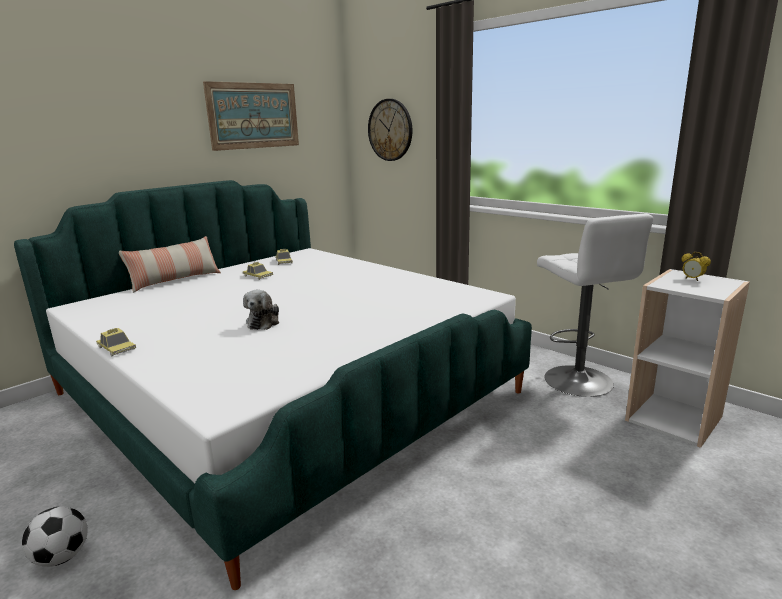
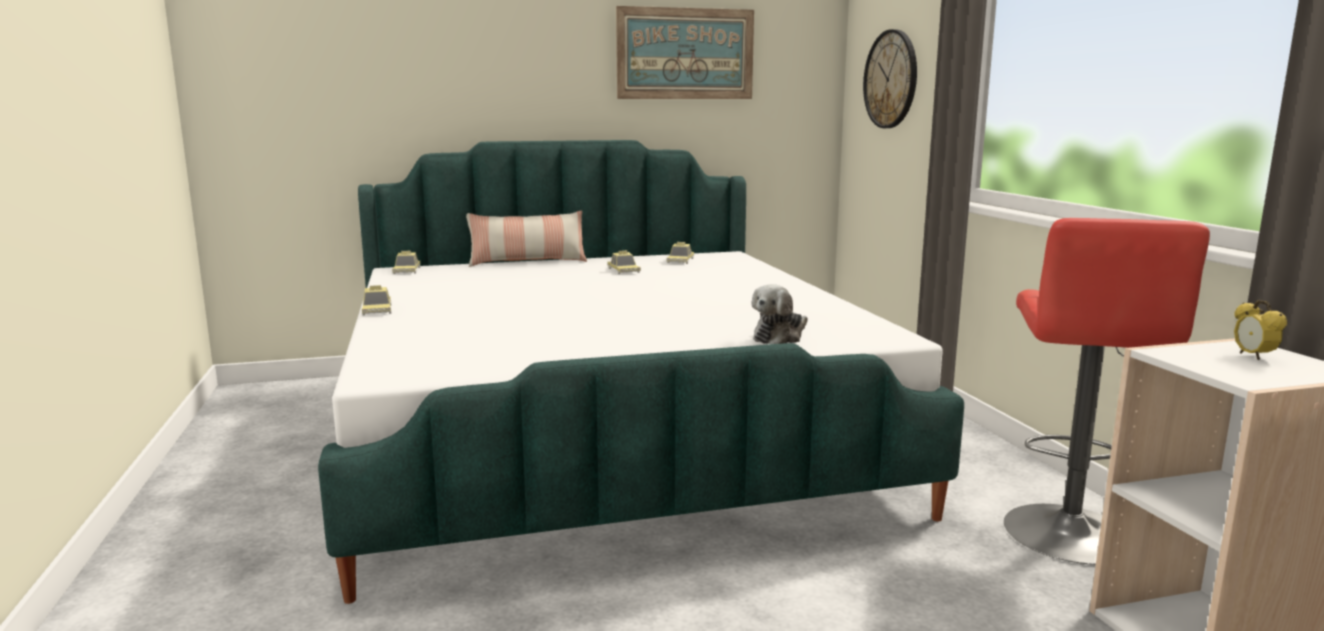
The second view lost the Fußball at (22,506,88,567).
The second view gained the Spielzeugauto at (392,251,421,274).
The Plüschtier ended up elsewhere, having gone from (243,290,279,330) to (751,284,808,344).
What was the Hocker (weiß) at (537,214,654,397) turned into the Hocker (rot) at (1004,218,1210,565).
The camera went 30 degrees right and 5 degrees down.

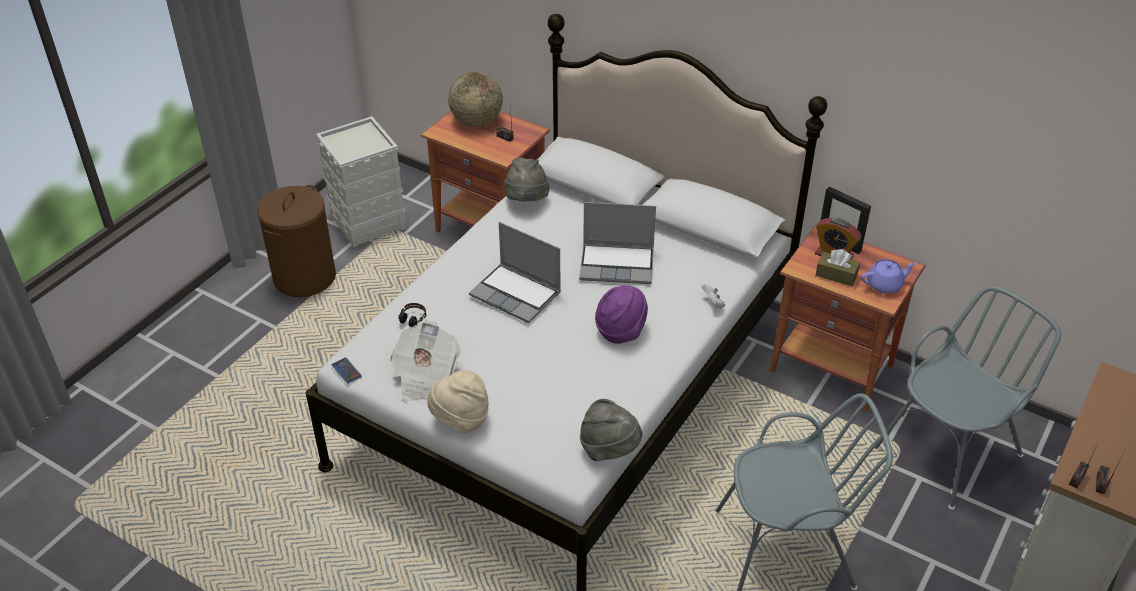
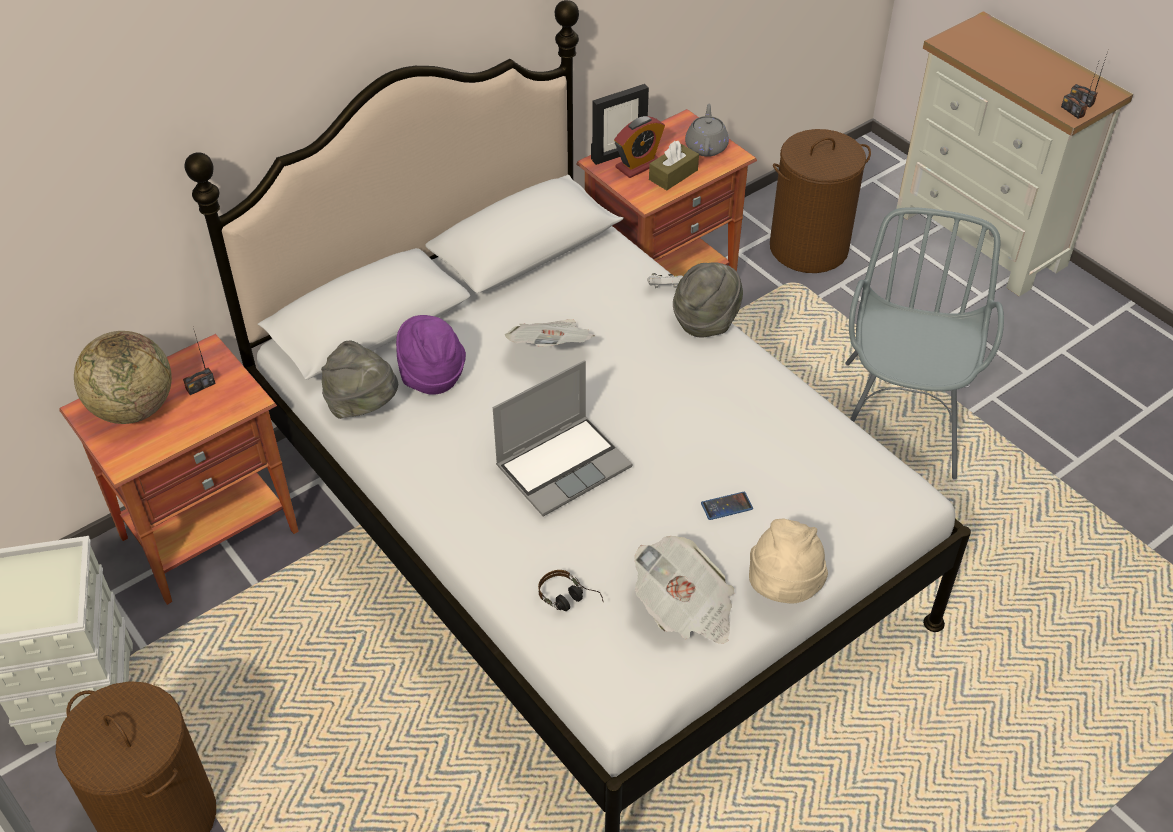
The Handy ended up elsewhere, having gone from (332,357,362,384) to (701,492,753,520).
The Hut (grau) ended up elsewhere, having gone from (580,399,642,461) to (673,262,743,338).
The Hut (lila) ended up elsewhere, having gone from (595,286,648,344) to (396,315,466,395).
Where the Laptop stood at (579,202,656,284), the Zeitung came to stand at (505,319,595,347).
Where the Stuhl (grau) stood at (875,286,1061,510), the Wäschekorb (braun) came to stand at (770,129,871,273).
What was the Teekanne (lila) at (861,259,917,293) turned into the Teekanne (grau) at (685,104,729,157).
The camera went 70 degrees left and 5 degrees up.

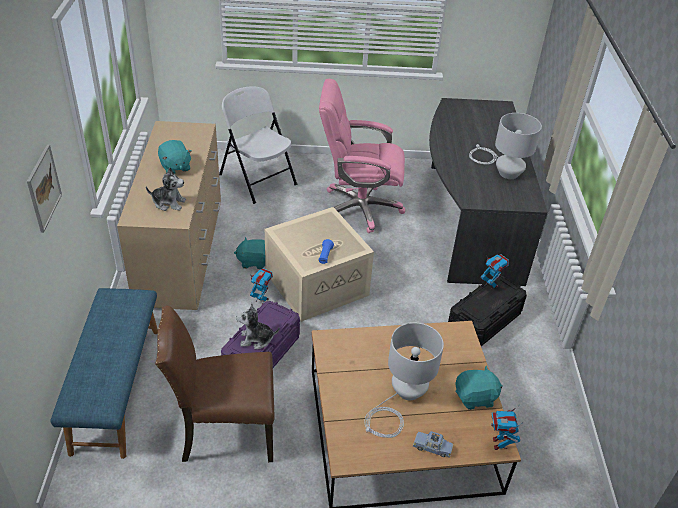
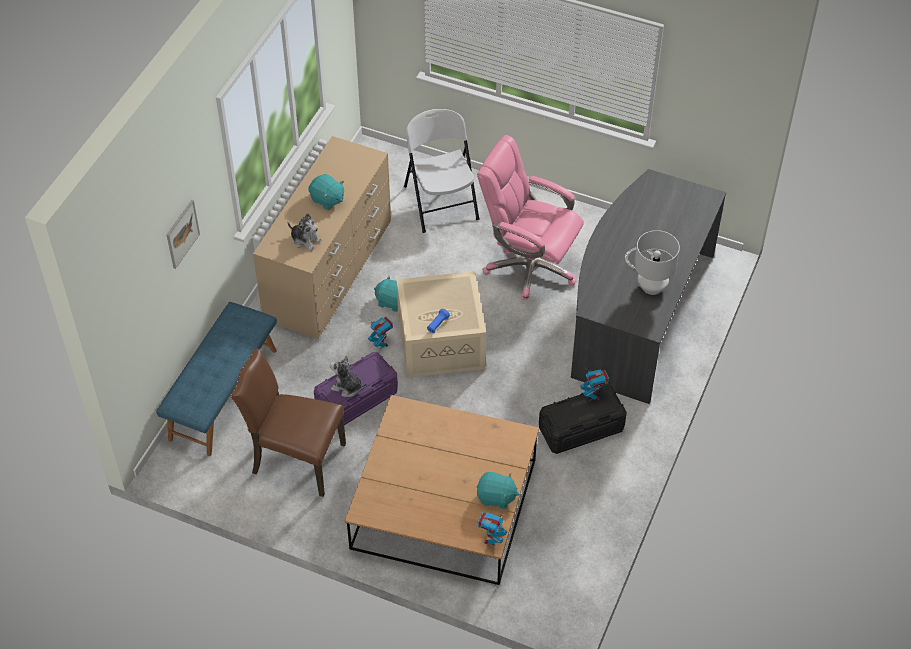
The second view lost the Tischlampe (weiß) at (364,323,444,438).
The second view lost the Spielzeugauto (blau) at (413,431,453,458).
The Plüschtier (türkis) at (158,140,192,174) ended up facing another way, 45 degrees counterclockwise from before.
The camera went 25 degrees right and 10 degrees up.

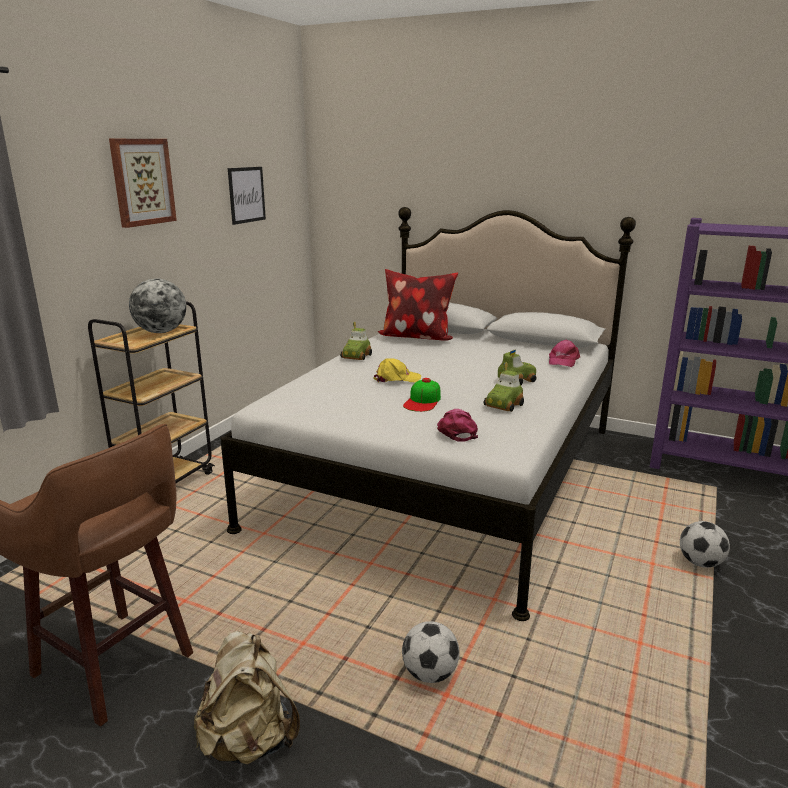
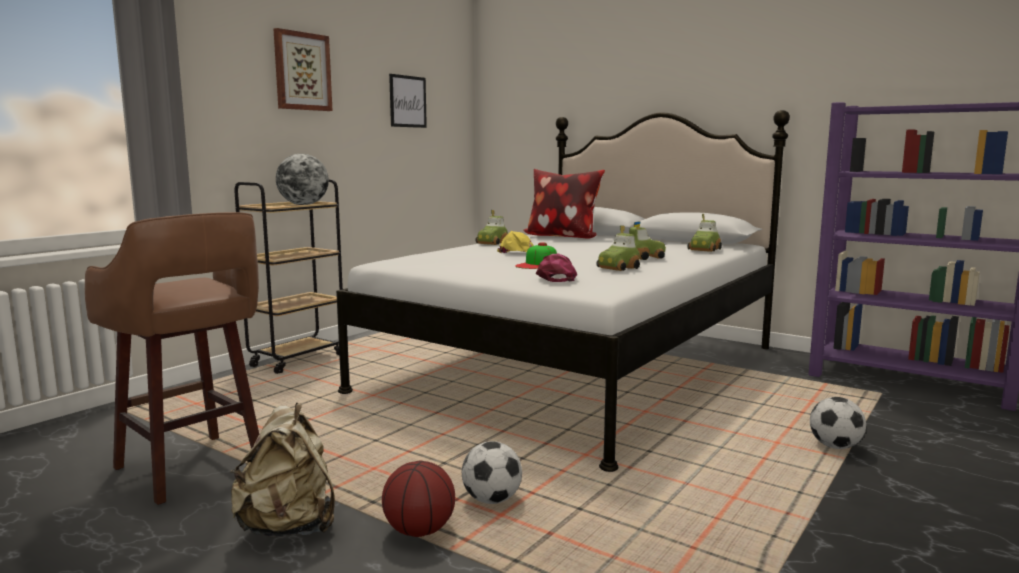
The second view gained the Basketball at (382,461,455,537).
Where the Kappe (rosa) stood at (549,340,580,367), the Spielzeugauto came to stand at (688,214,722,252).
The camera went 10 degrees right and 10 degrees down.

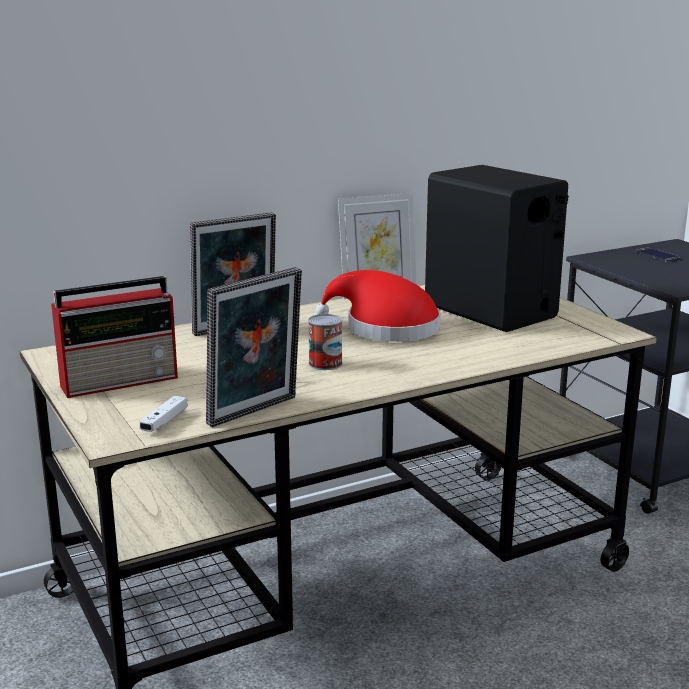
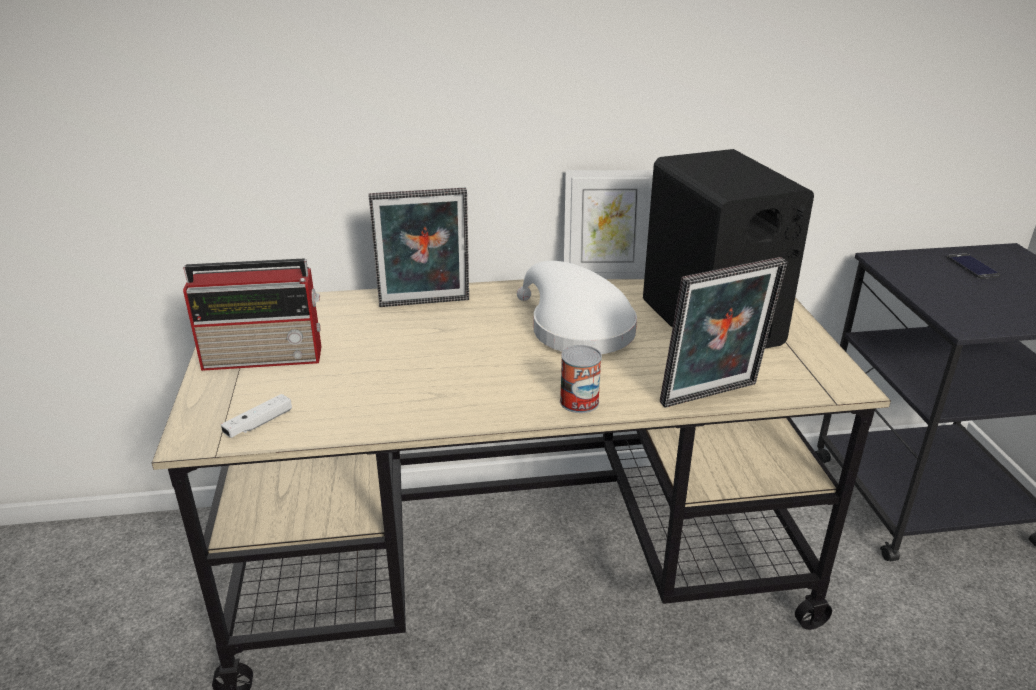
The Bilderrahmen ended up elsewhere, having gone from (206,267,302,427) to (660,257,787,408).
The Dose ended up elsewhere, having gone from (308,314,343,370) to (560,345,602,413).
What was the Hut (rot) at (316,270,441,342) turned into the Hut (weiß) at (517,261,637,354).
The camera went 20 degrees right and 10 degrees up.

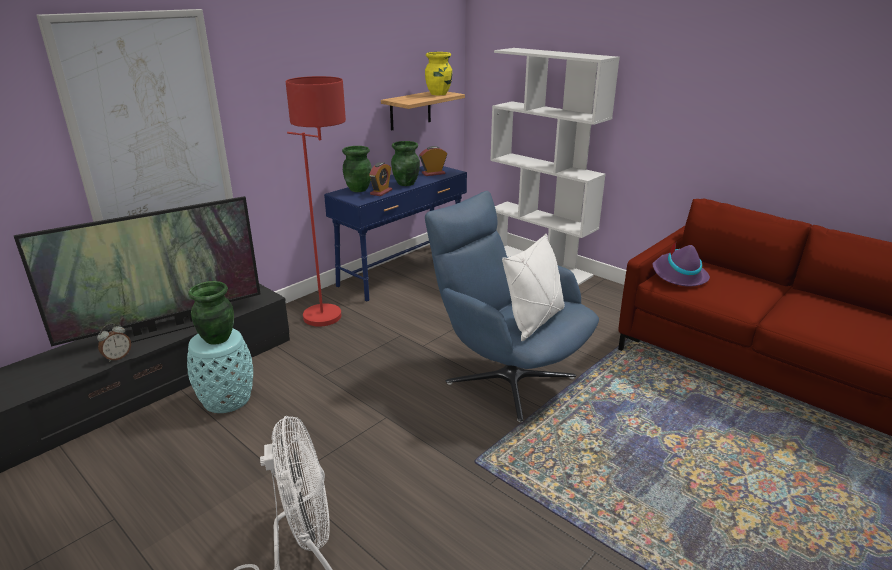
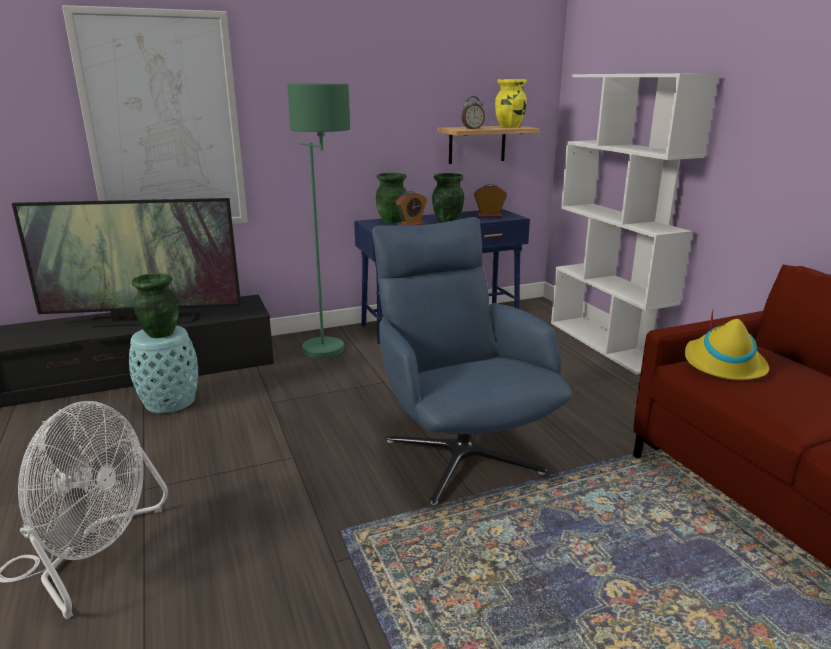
The second view lost the Kissen (weiß) at (502,234,565,341).
The Wecker ended up elsewhere, having gone from (97,324,131,362) to (462,96,485,129).
What was the Stehlampe (rot) at (286,76,346,327) turned into the Stehlampe (grün) at (287,84,350,358).
What was the Hut (lila) at (652,241,710,286) turned into the Hut (gelb) at (685,310,769,380).
The camera went 25 degrees right and 5 degrees down.

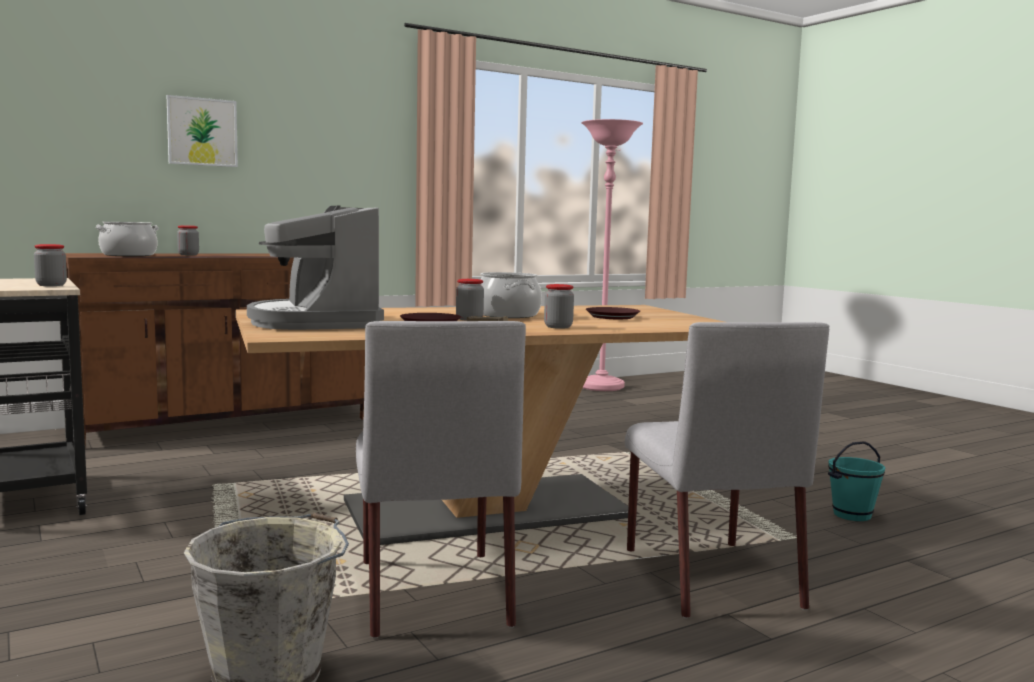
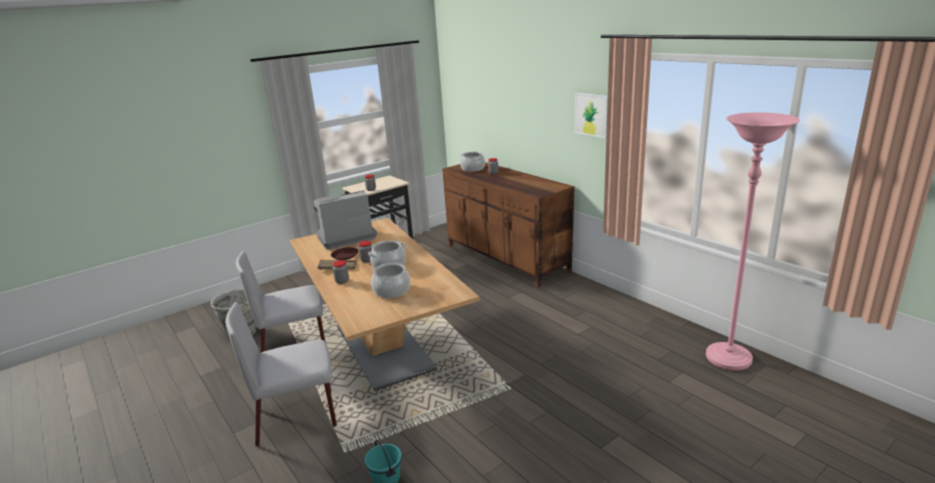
The Bild ended up elsewhere, having gone from (166,95,238,167) to (575,93,608,138).
Where the Teller (braun) stood at (586,307,640,319), the Kochtopf came to stand at (371,263,410,298).
The camera went 85 degrees right and 15 degrees up.

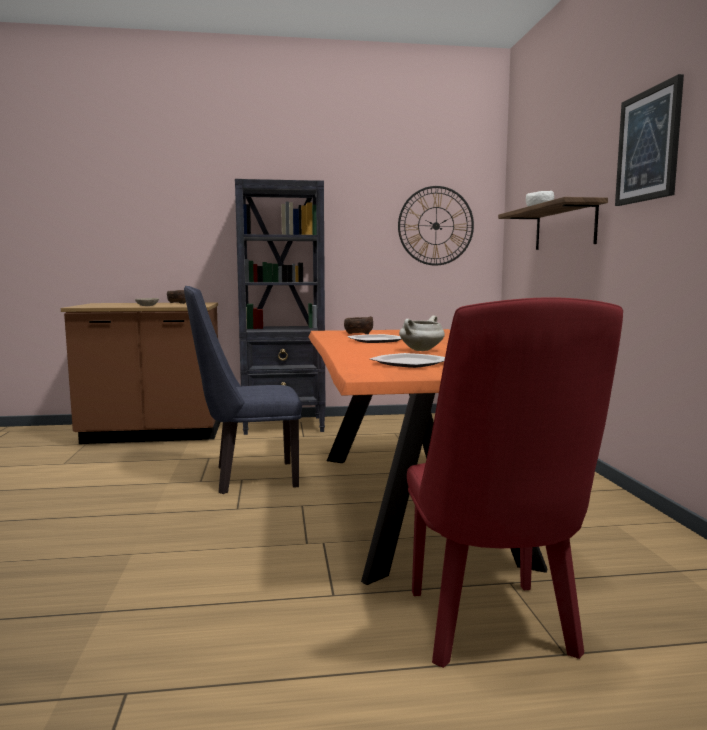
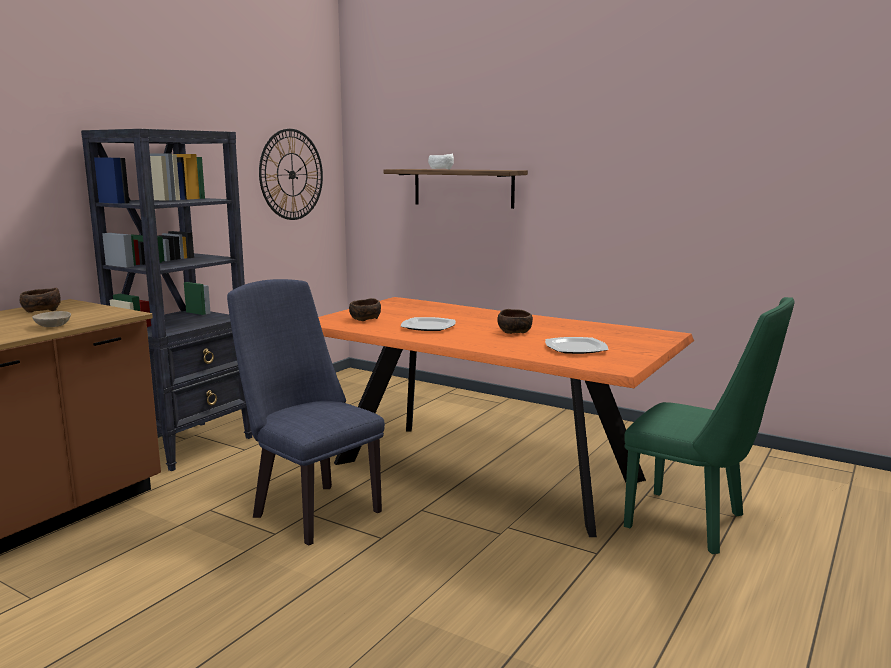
The second view lost the Bild at (615,74,684,206).
Where the Kochtopf (weiß) stood at (399,316,445,351), the Schüssel (braun) came to stand at (497,309,533,334).
What was the Stuhl (rot) at (407,297,623,668) turned into the Stuhl (grün) at (624,297,795,554).
The Stuhl (blau) at (184,286,302,494) ended up facing another way, 105 degrees clockwise from before.
The camera went 50 degrees left and 5 degrees up.

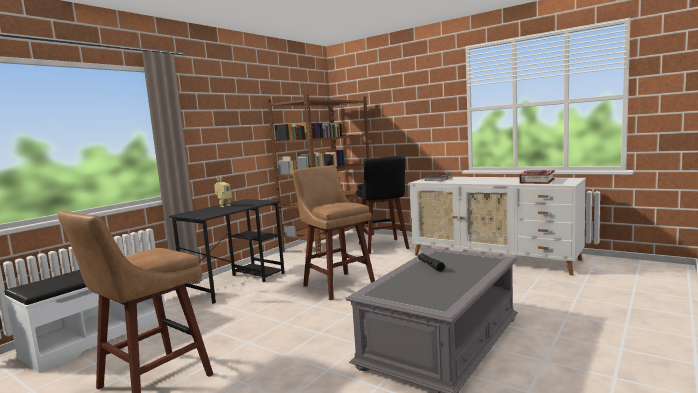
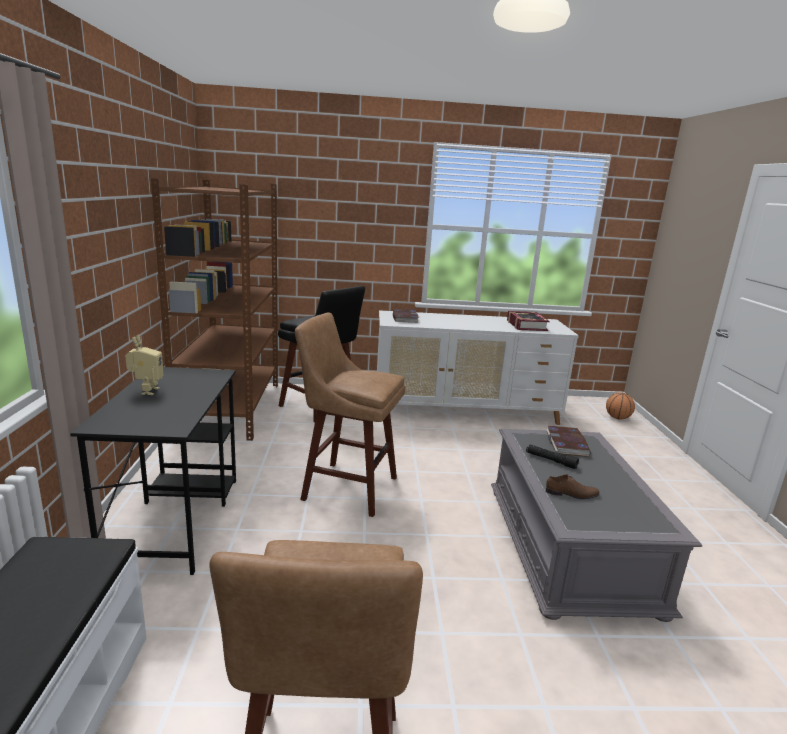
The second view gained the Buch at (546,426,591,457).
The second view gained the Schuh (braun) at (546,475,600,499).
The second view gained the Basketball at (606,392,635,420).
The camera went 40 degrees left and 10 degrees up.

